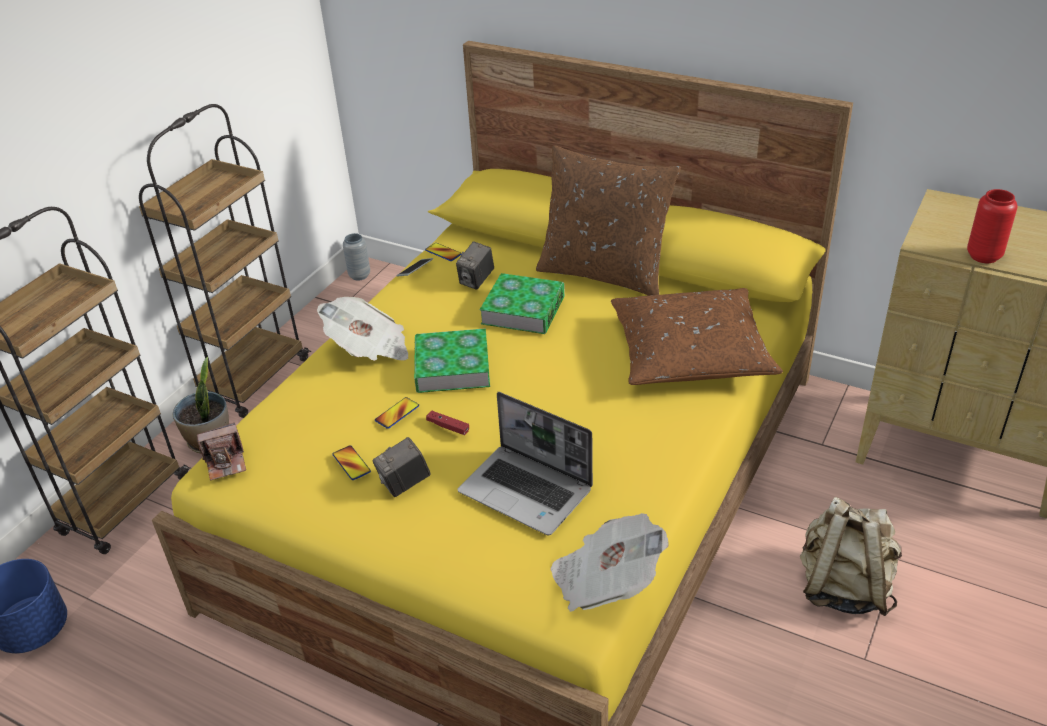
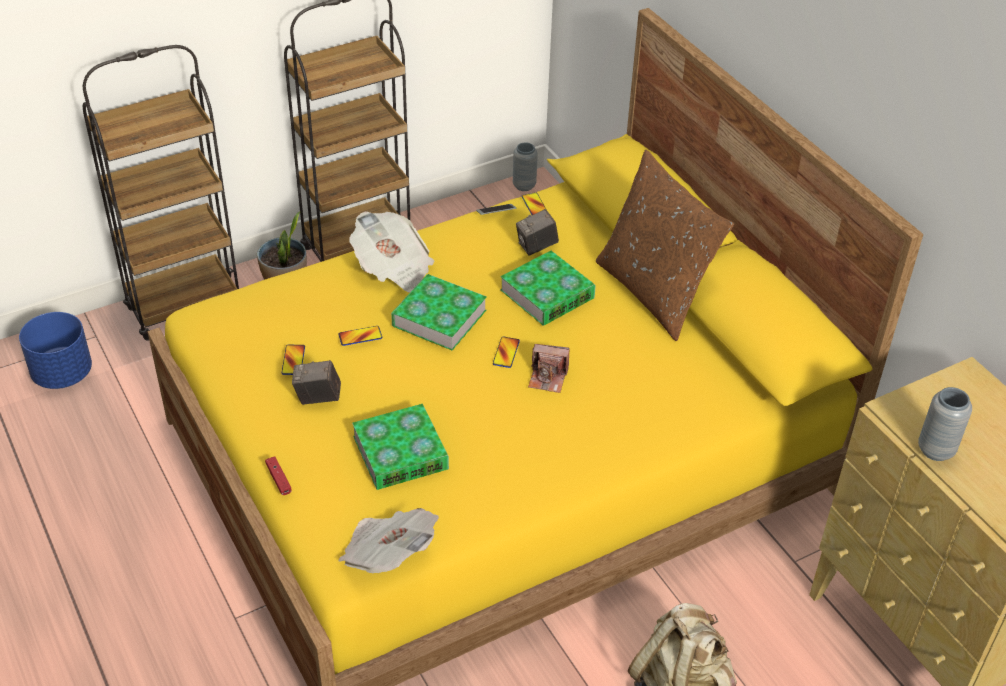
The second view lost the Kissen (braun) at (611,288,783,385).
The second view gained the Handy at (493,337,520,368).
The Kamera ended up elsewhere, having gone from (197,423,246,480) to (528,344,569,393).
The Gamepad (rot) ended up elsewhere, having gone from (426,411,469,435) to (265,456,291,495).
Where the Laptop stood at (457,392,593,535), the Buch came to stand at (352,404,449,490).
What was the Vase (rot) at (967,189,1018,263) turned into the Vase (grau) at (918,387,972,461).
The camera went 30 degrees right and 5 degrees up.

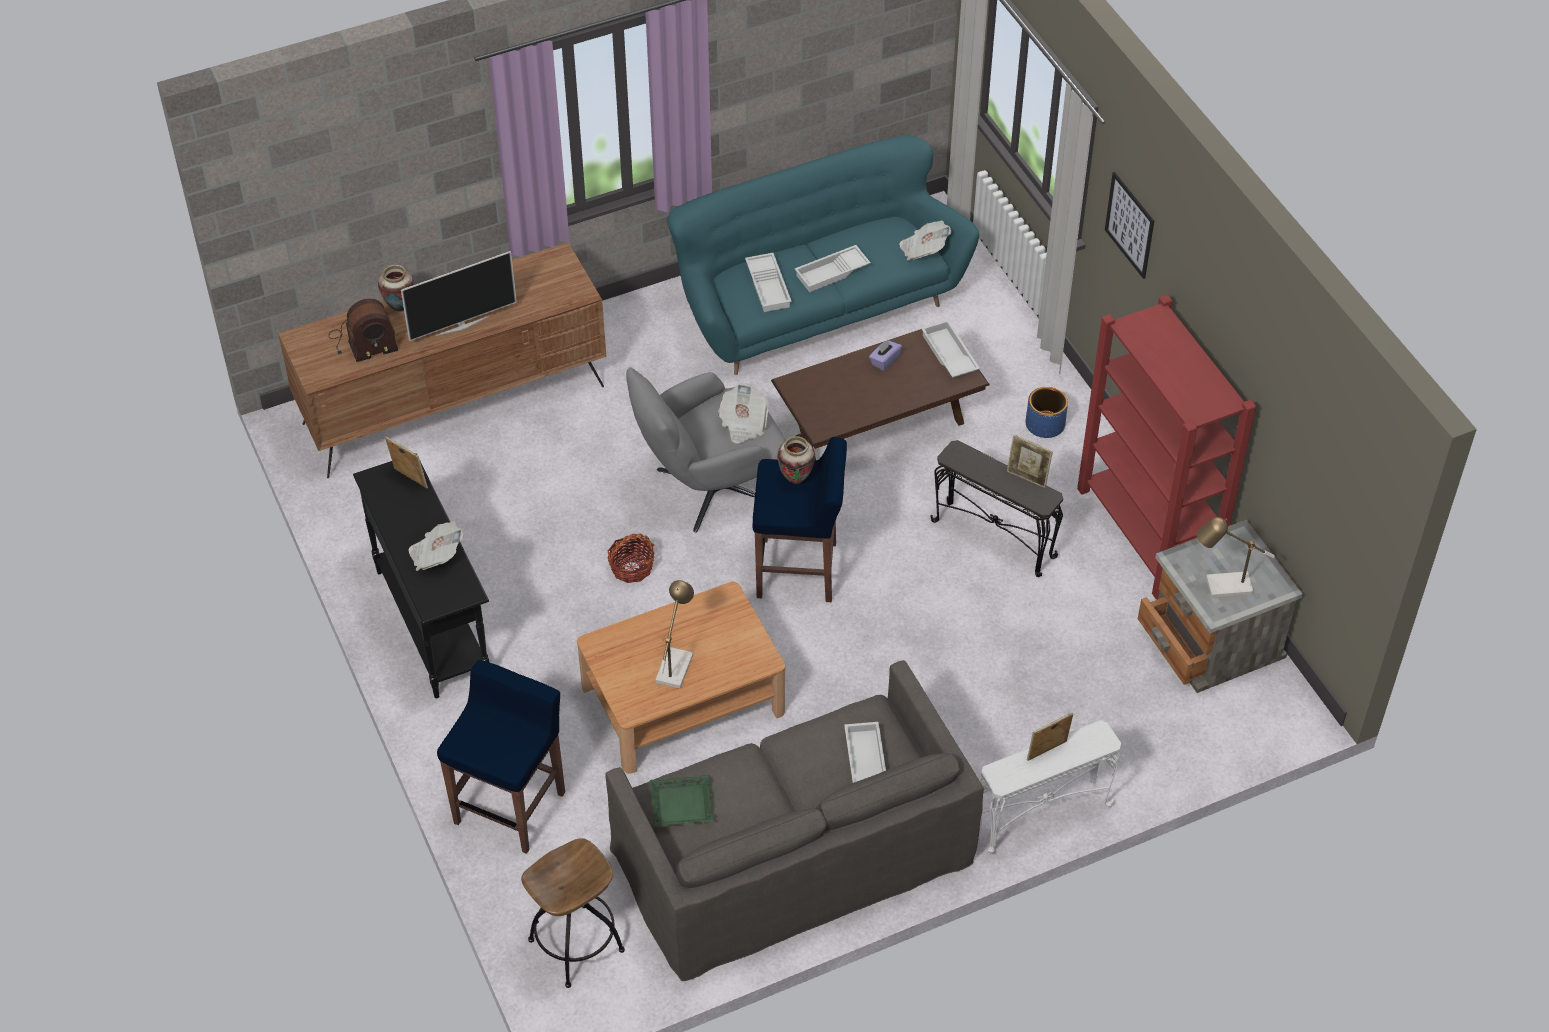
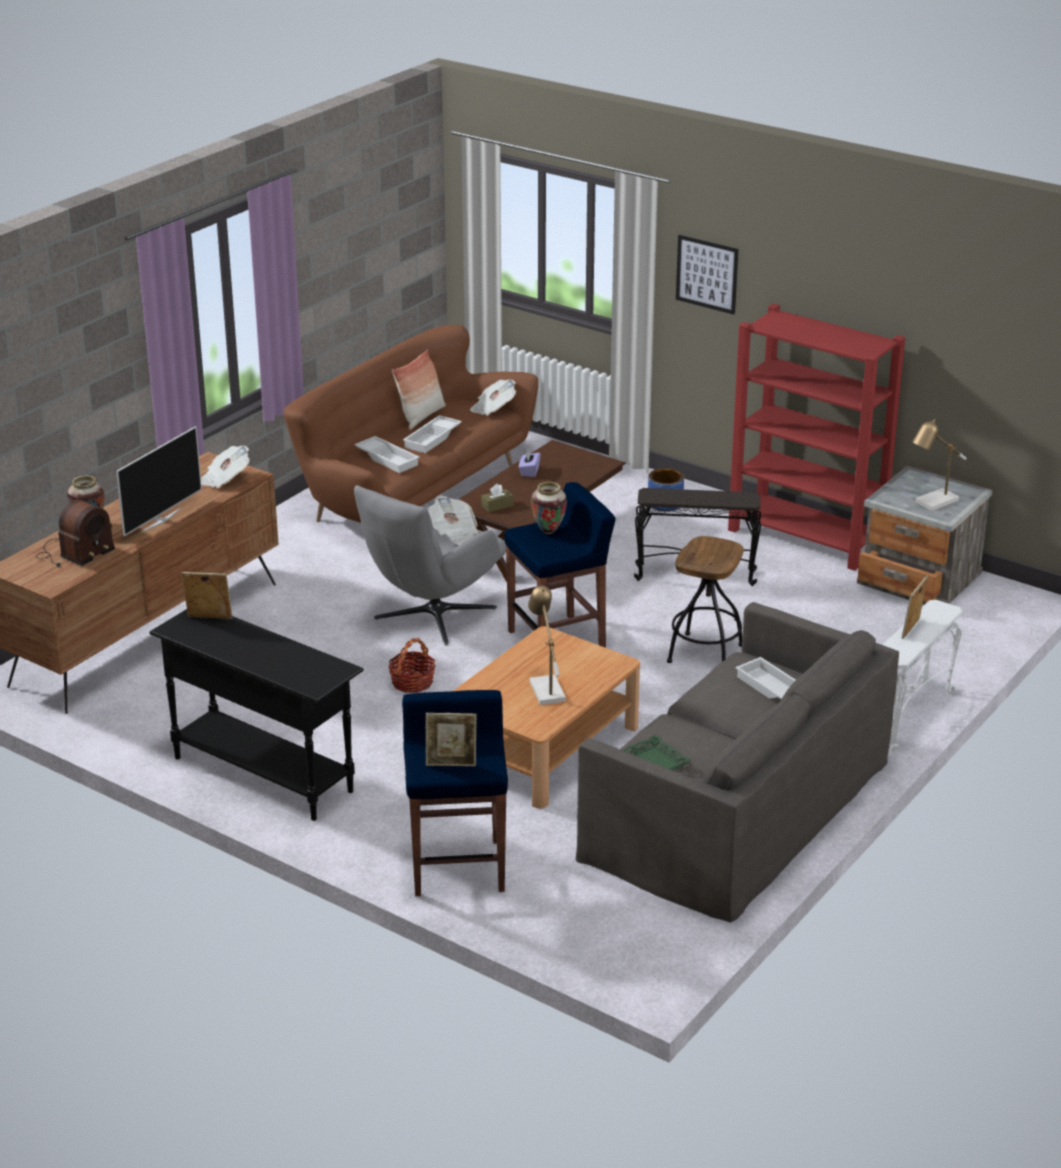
The second view lost the Tablett (weiß) at (921,320,980,378).
The second view gained the Kissen at (392,349,446,430).
The second view gained the Taschentuchbox (braun) at (481,484,513,512).
The Zeitung ended up elsewhere, having gone from (408,521,463,571) to (201,446,250,488).
The Hocker (braun) ended up elsewhere, having gone from (521,838,625,988) to (667,536,744,663).
The Bilderrahmen ended up elsewhere, having gone from (1007,435,1053,488) to (426,713,477,766).
What was the Sofa (türkis) at (667,135,979,375) turned into the Sofa (braun) at (284,325,538,523).
The camera went 30 degrees left and 20 degrees down.

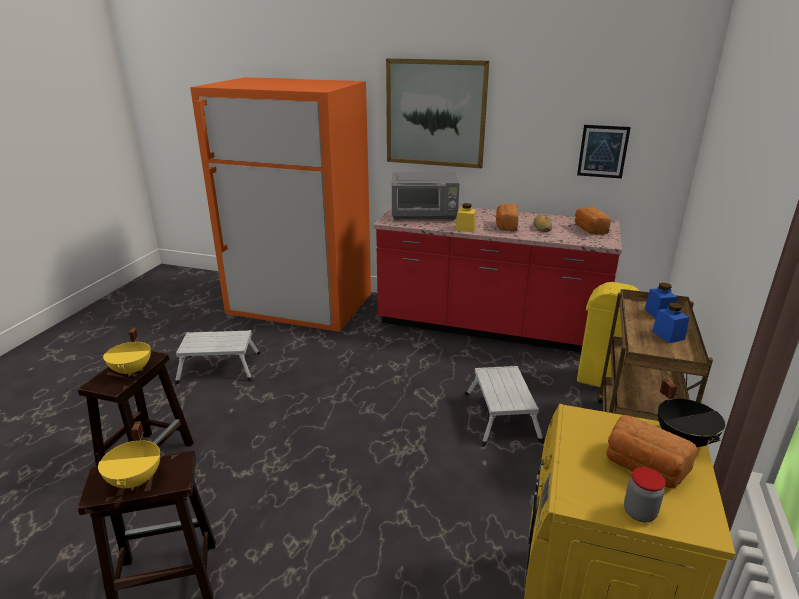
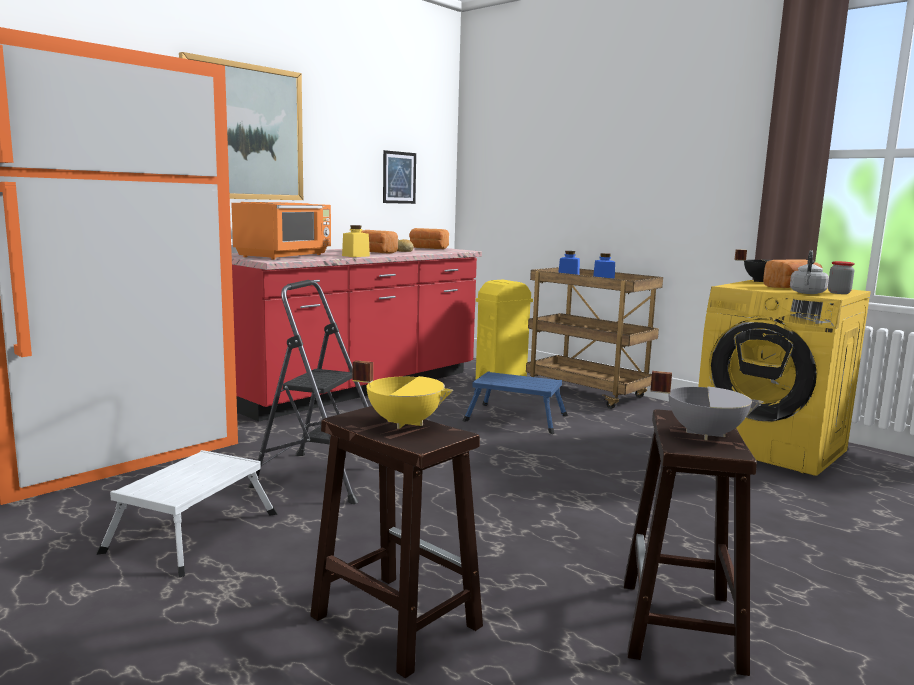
The second view gained the Trittleiter (schwarz) at (248,280,369,504).
The second view gained the Wasserkessel (grau) at (790,250,829,294).
What was the Kochtopf (gelb) at (98,421,160,490) turned into the Kochtopf (grau) at (650,371,763,440).
What was the Mikrowelle (grau) at (392,172,459,220) turned into the Mikrowelle (orange) at (231,202,331,259).
What was the Trittleiter (weiß) at (465,366,545,447) turned into the Trittleiter (blau) at (462,371,568,434).
The camera went 65 degrees left and 15 degrees down.

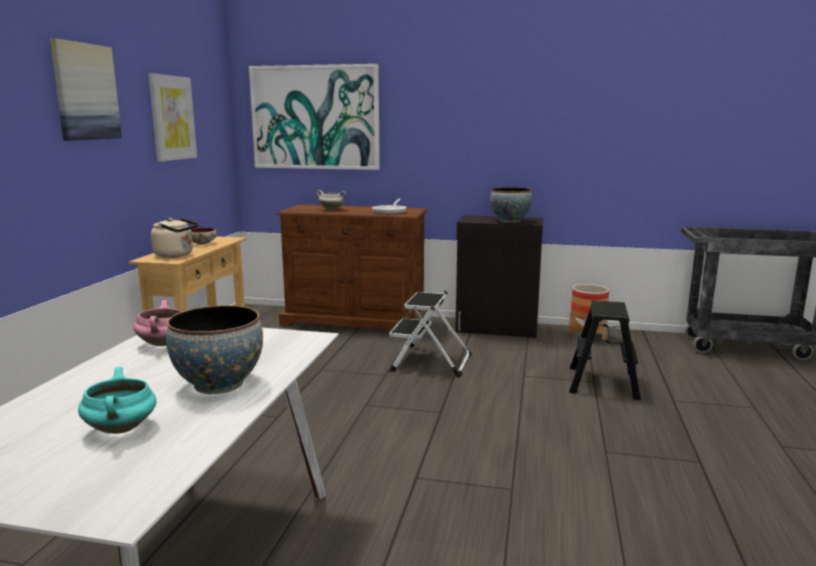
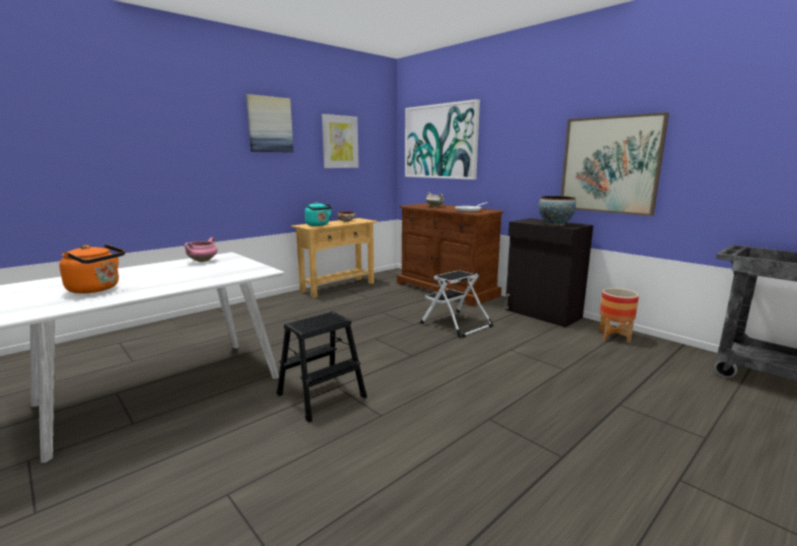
The second view lost the Schüssel at (166,305,263,394).
The second view gained the Bild at (561,112,669,216).
The Trittleiter (schwarz) ended up elsewhere, having gone from (569,300,641,400) to (277,311,367,422).
Where the Kochtopf (türkis) stood at (78,367,157,434), the Wasserkessel (orange) came to stand at (59,244,125,294).
What was the Wasserkessel (beige) at (151,218,199,258) turned into the Wasserkessel (türkis) at (305,202,332,226).
The camera went 35 degrees right and 0 degrees up.

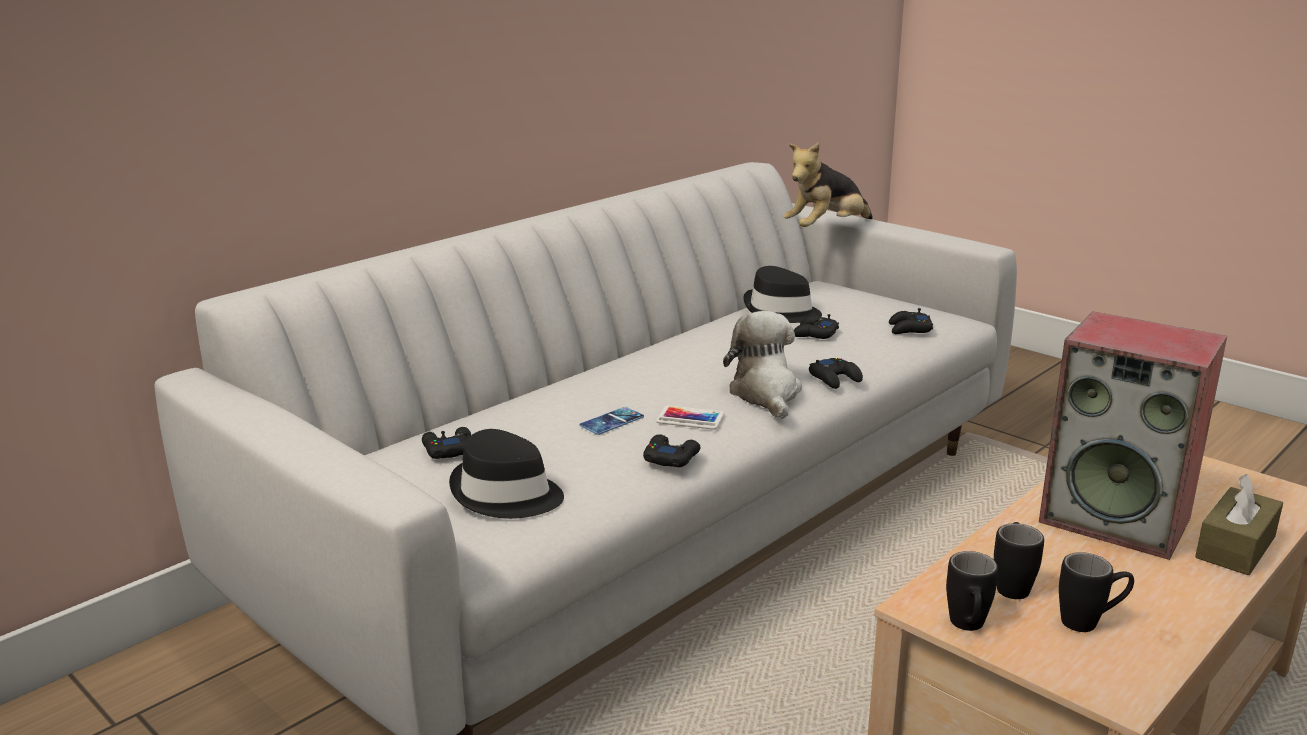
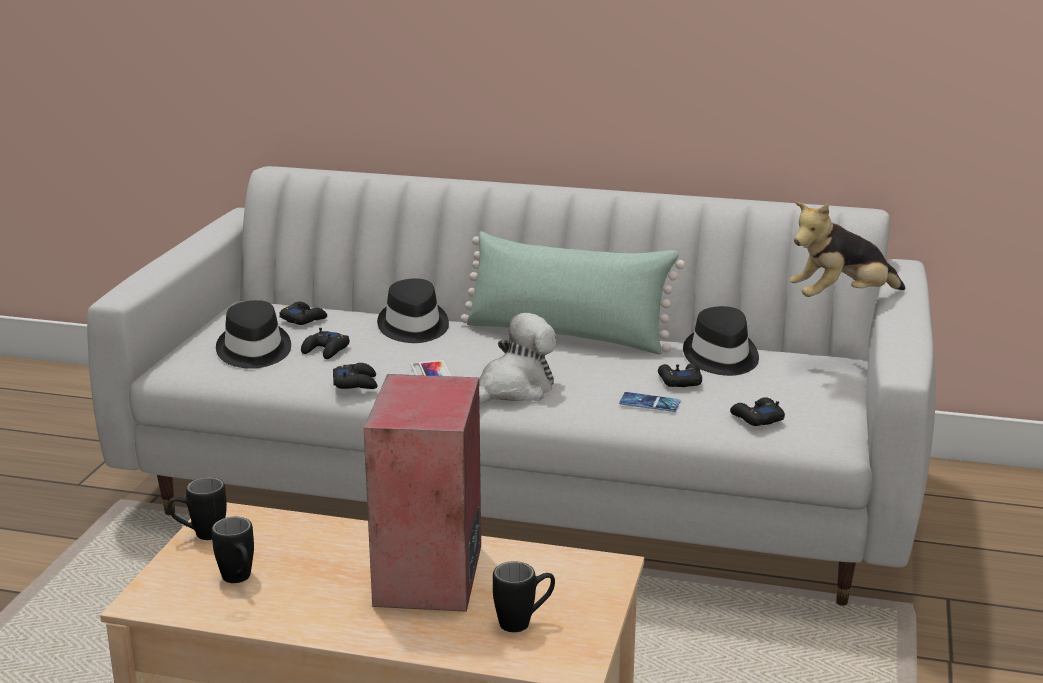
The second view lost the Taschentuchbox (braun) at (1195,474,1283,575).
The second view gained the Hut (schwarz) at (377,279,449,343).
The second view gained the Kissen (grün) at (460,231,685,355).
The Handy ended up elsewhere, having gone from (579,407,644,435) to (619,392,681,412).
The Gamepad (schwarz) ended up elsewhere, having gone from (809,358,863,389) to (301,328,350,359).
The Henkelbecher (schwarz) ended up elsewhere, having gone from (994,522,1044,599) to (493,561,555,632).
The Plüschtier at (783,142,873,227) ended up facing another way, 45 degrees counterclockwise from before.
The camera went 60 degrees right and 0 degrees up.

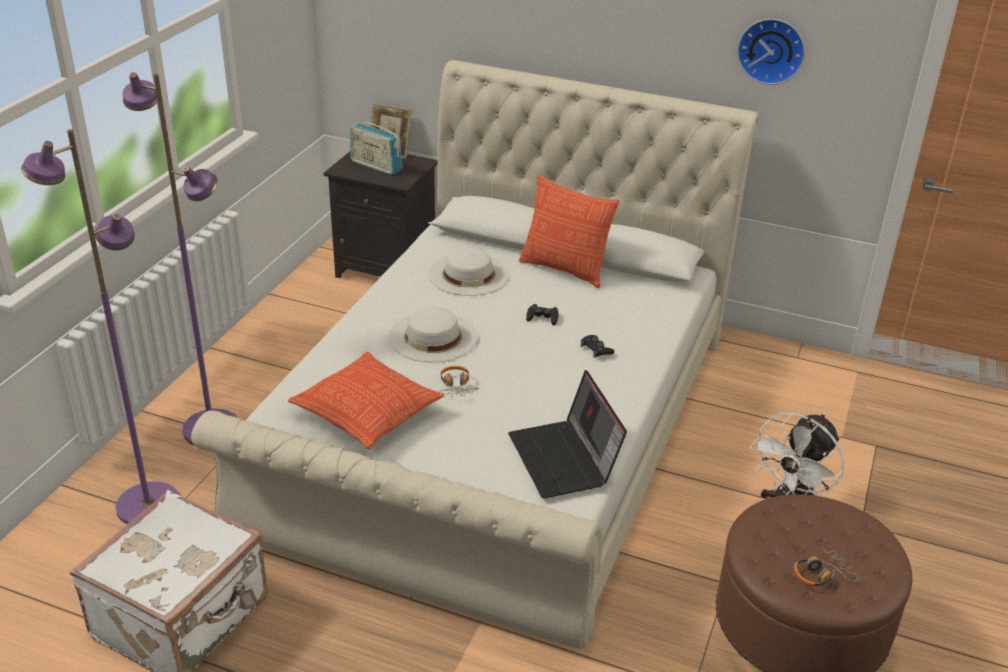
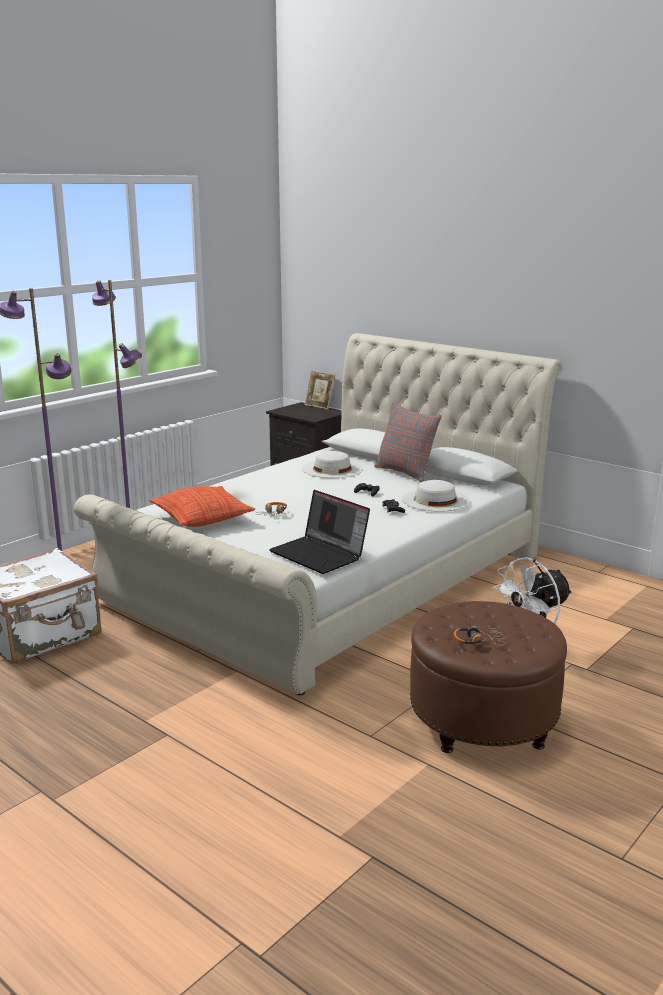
The second view lost the Radio at (350,118,403,175).
The second view lost the Wanduhr at (737,19,805,85).
The Hut (weiß) ended up elsewhere, having gone from (389,307,478,362) to (402,480,470,512).
What was the Kissen (orange) at (519,175,619,288) turned into the Kissen (grau) at (374,402,442,483).
The Laptop at (508,370,627,498) ended up facing another way, 45 degrees counterclockwise from before.
The camera went 20 degrees right and 15 degrees down.

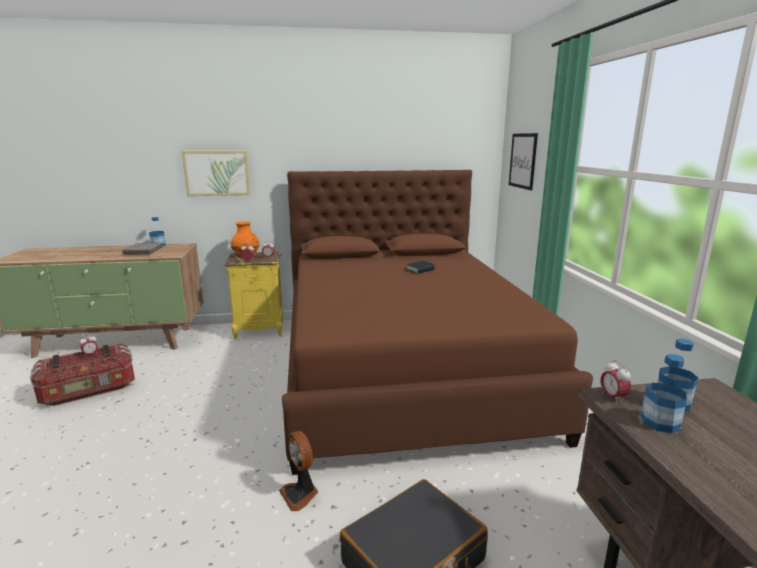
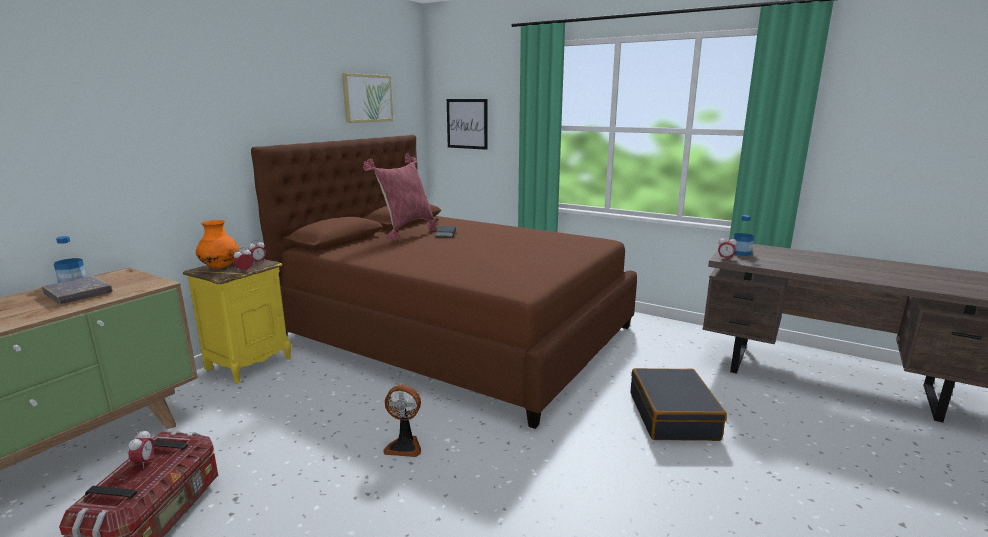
The second view lost the Flasche at (641,354,687,433).
The second view gained the Kissen (rot) at (363,153,437,241).
The Bild ended up elsewhere, having gone from (182,151,250,196) to (342,73,393,123).
The Ventilator ended up elsewhere, having gone from (279,431,318,511) to (383,385,421,457).
The camera went 50 degrees left and 0 degrees up.

